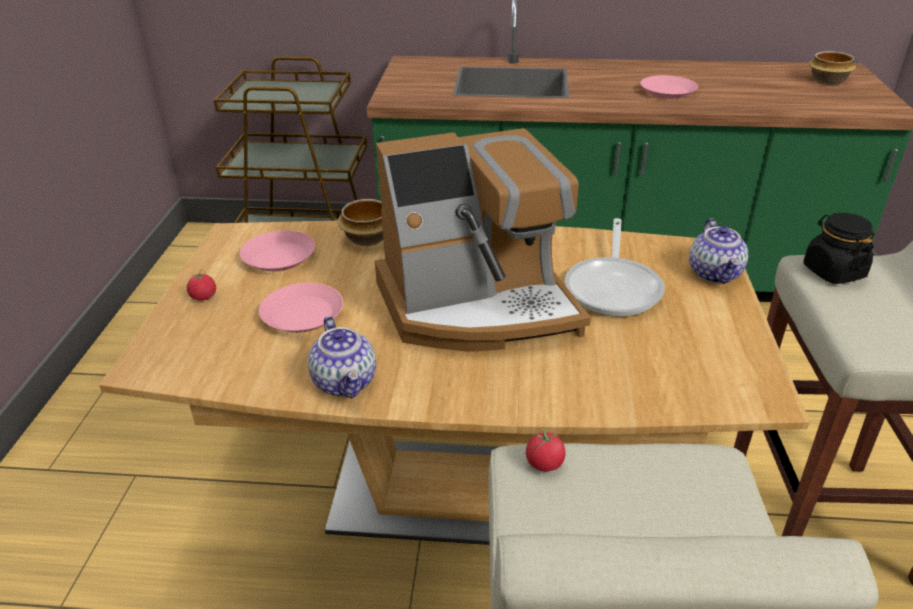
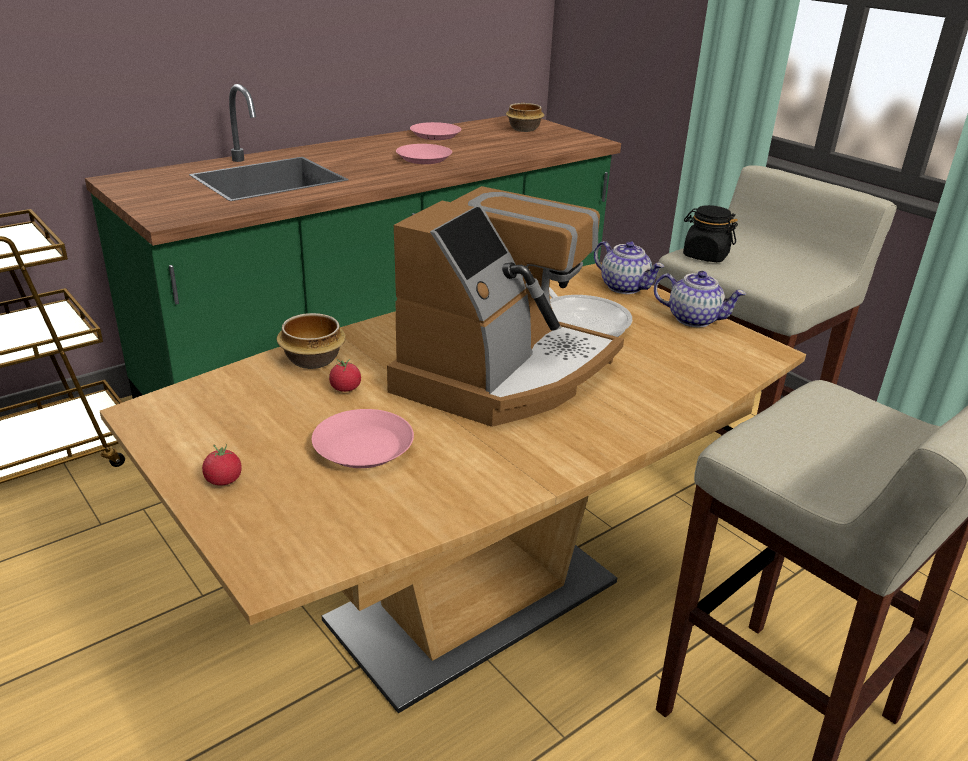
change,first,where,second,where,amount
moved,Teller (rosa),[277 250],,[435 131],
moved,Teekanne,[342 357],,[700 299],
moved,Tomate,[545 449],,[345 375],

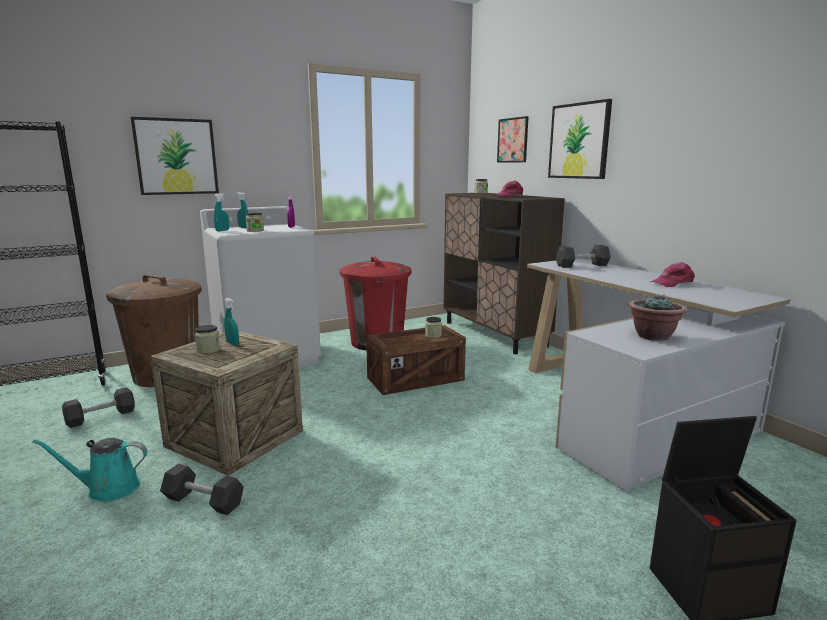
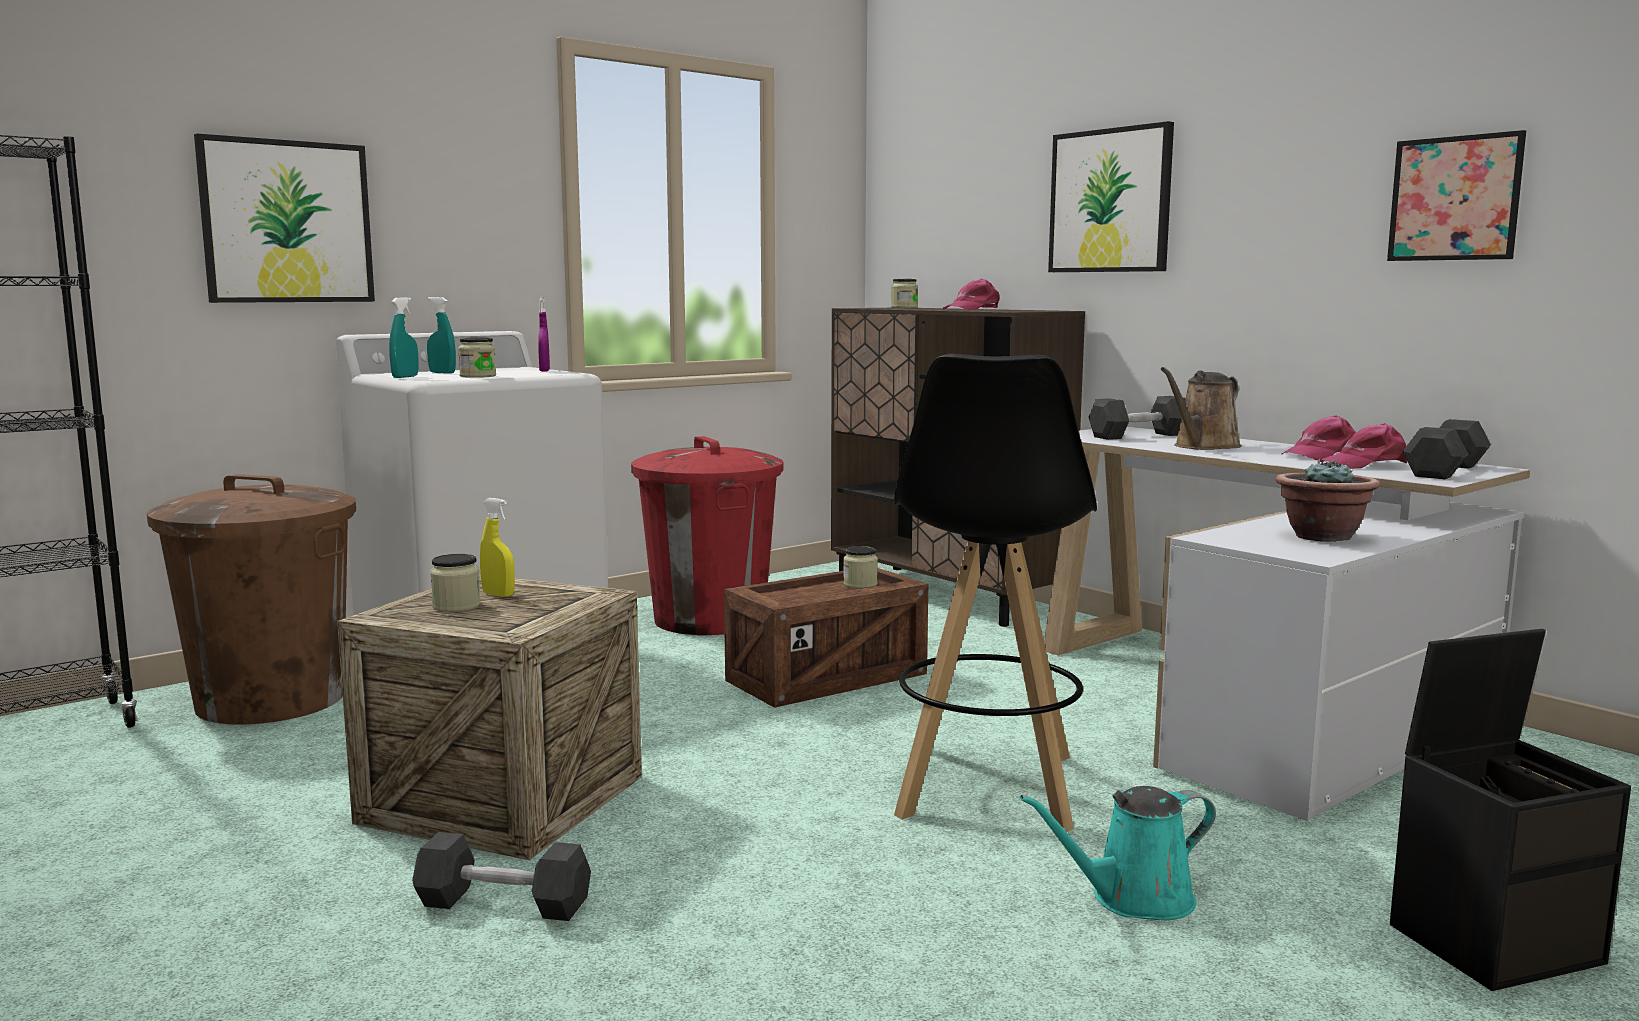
change,first,where,second,where,amount
moved,Bild,[513 139],,[1456 195],
recoloured,Sprühflasche (türkis),[231 321],Sprühflasche (gelb),[497 547],
moved,Hantel (schwarz),[98 407],,[1446 449],
moved,Gießkanne (türkis),[90 470],,[1118 853],
added,,,Hocker (schwarz),[995 592],
added,,,Gießkanne (braun),[1201 408],
added,,,Kappe (rosa),[1363 446],

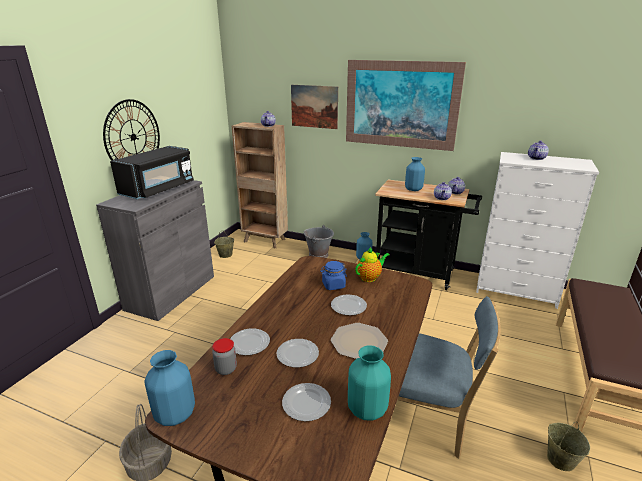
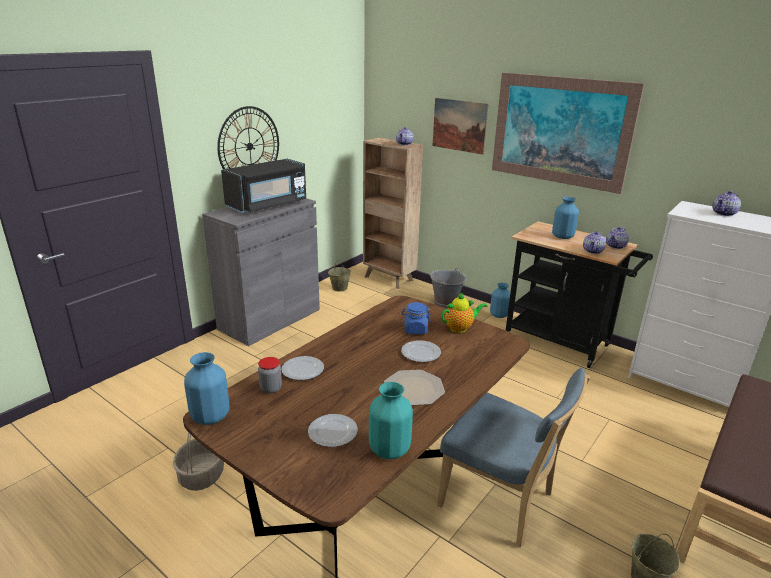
change,first,where,second,where,amount
removed,Teller,[297 353],,,

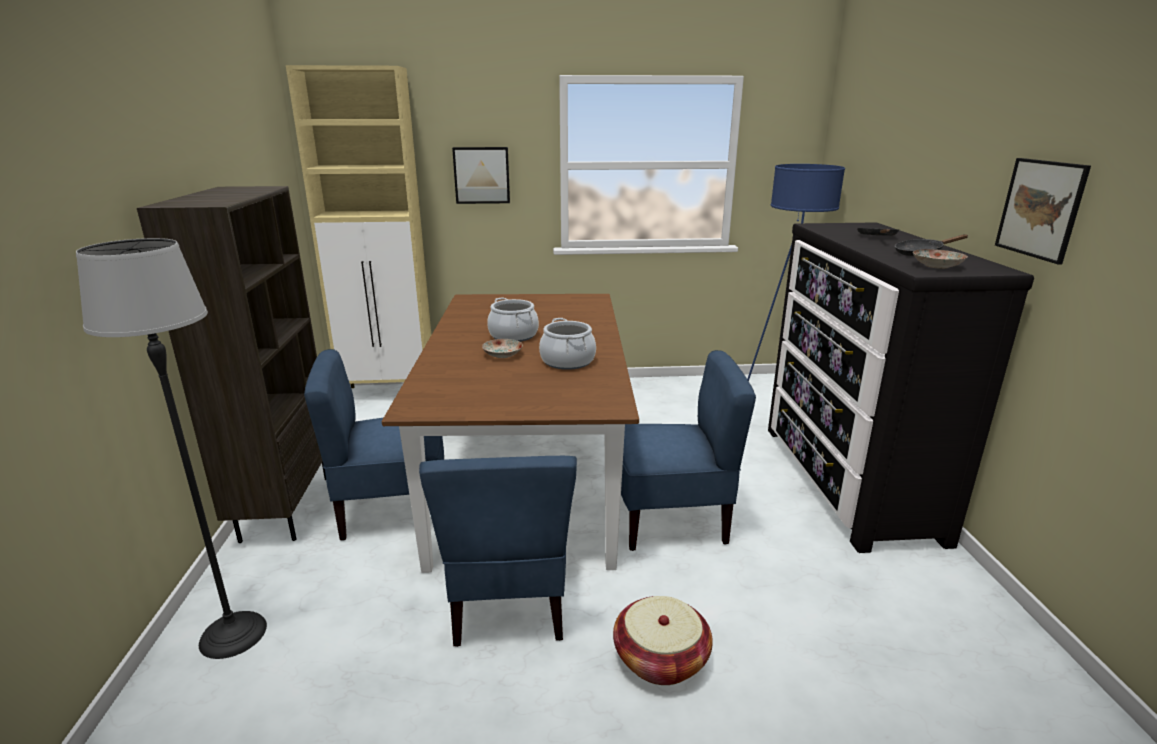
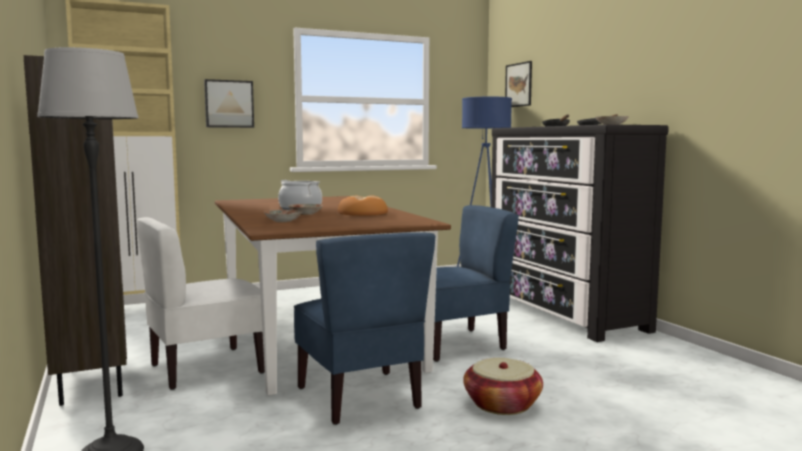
change,first,where,second,where,amount
moved,Bild,[1043 211],,[518 84],
replaced,Kochtopf,[567 344],Brot,[363 205],
recoloured,Stuhl (blau),[374 445],Stuhl (weiß),[200 303],
added,,,Teller,[283 216],

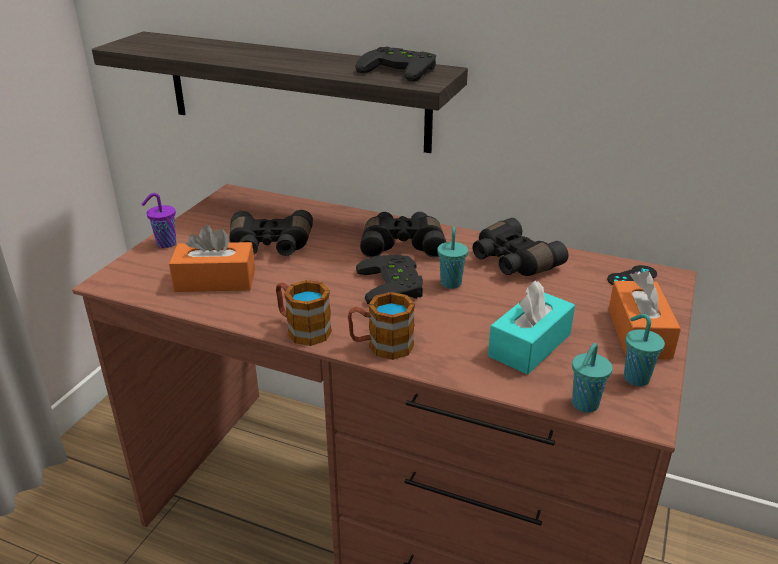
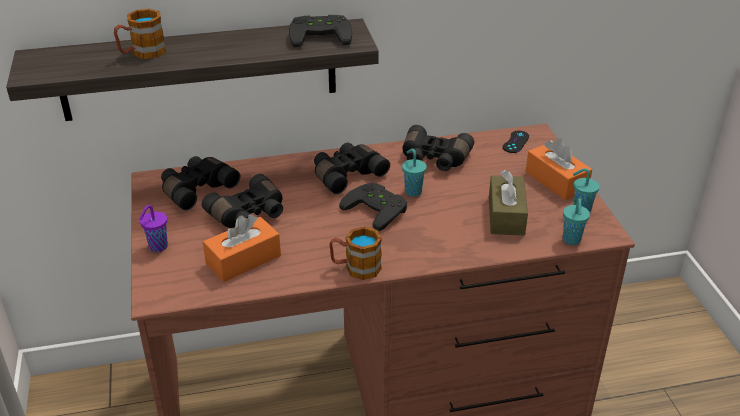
change,first,where,second,where,amount
recoloured,Taschentuchbox (türkis),[531 328],Taschentuchbox (braun),[508 203],
moved,Henkelbecher,[381 326],,[140 34],
added,,,Fernglas (schwarz),[200 183],

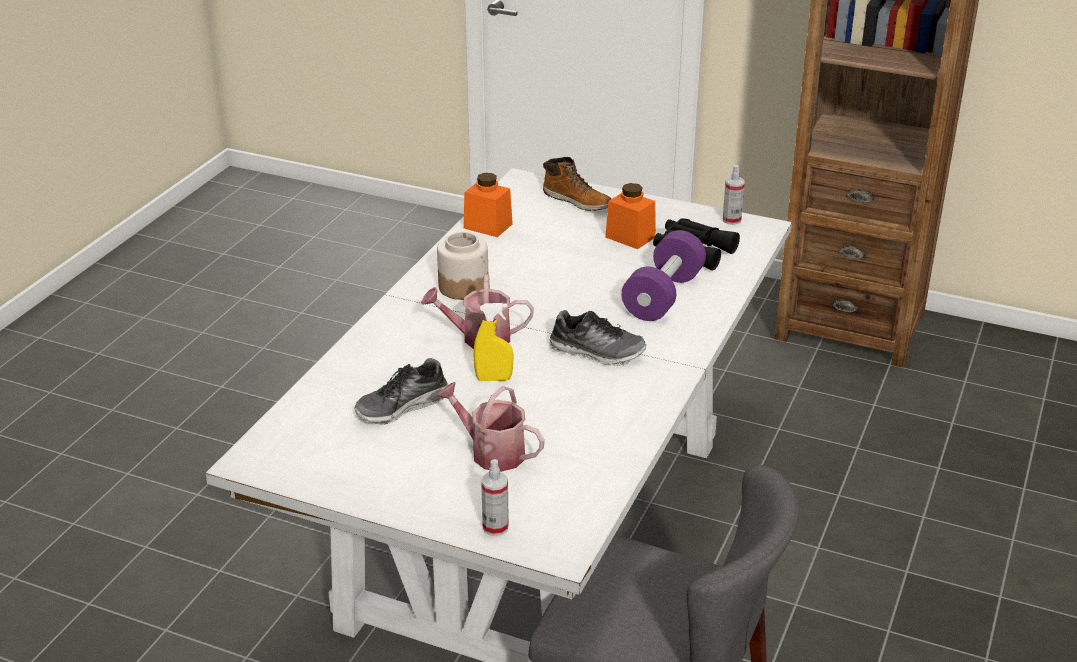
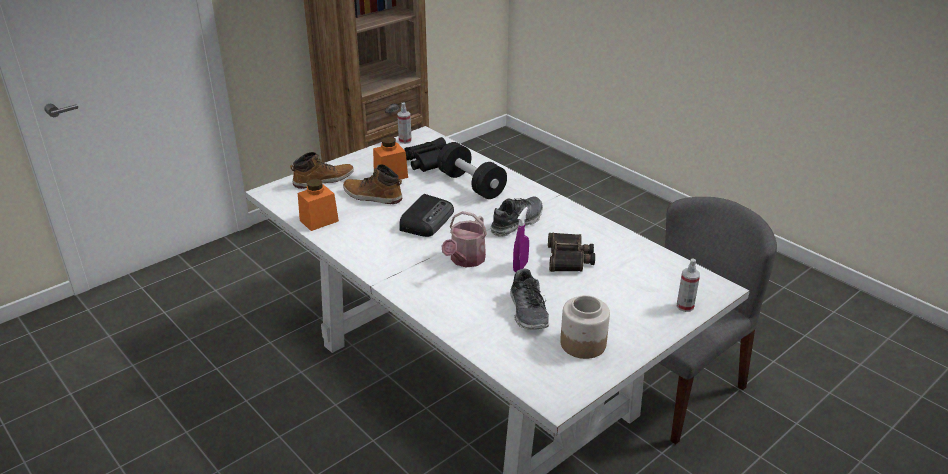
change,first,where,second,where,amount
recoloured,Hantel (lila),[663 275],Hantel (schwarz),[472 170],
moved,Vorratsglas,[462 266],,[585 327],
recoloured,Sprühflasche (gelb),[493 342],Sprühflasche (lila),[521 239],
removed,Gießkanne,[490 427],,,
added,,,Stiefel,[373 184],
added,,,Radio,[426 215],
added,,,Fernglas,[571 252],

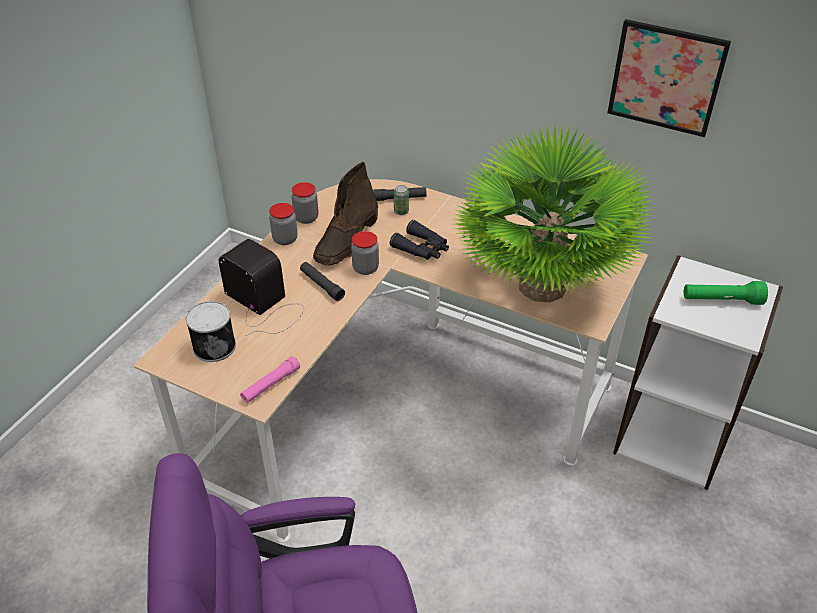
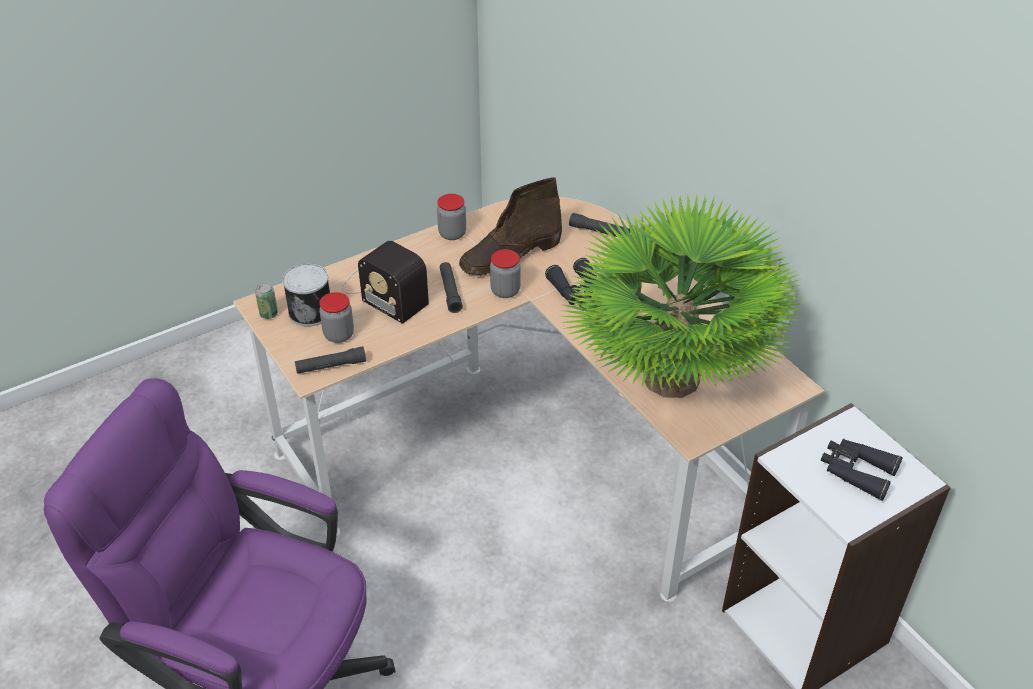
change,first,where,second,where,amount
removed,Bild,[669 78],,,
moved,Vorratsglas,[305 203],,[336 317],
moved,Dose,[401 200],,[266 301],
turned,Radio,[261 287],,[385 282],150 degrees clockwise
replaced,Taschenlampe (grün),[726 293],Fernglas (schwarz),[862 469],
recoloured,Taschenlampe (rosa),[270 379],Taschenlampe (schwarz),[330 360],

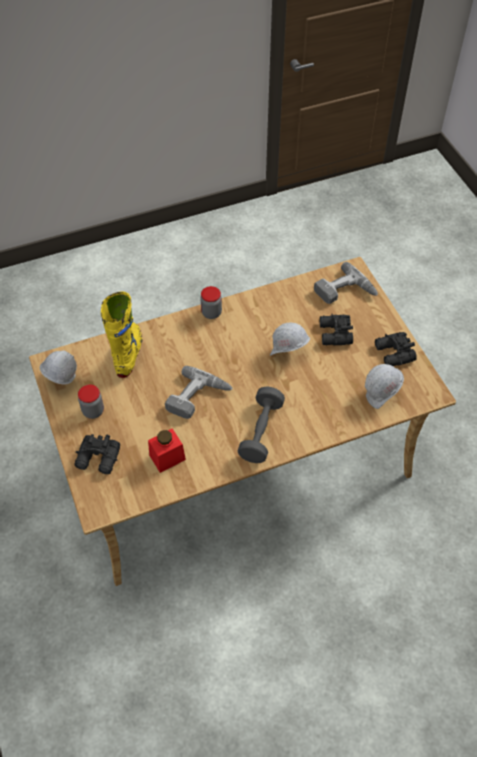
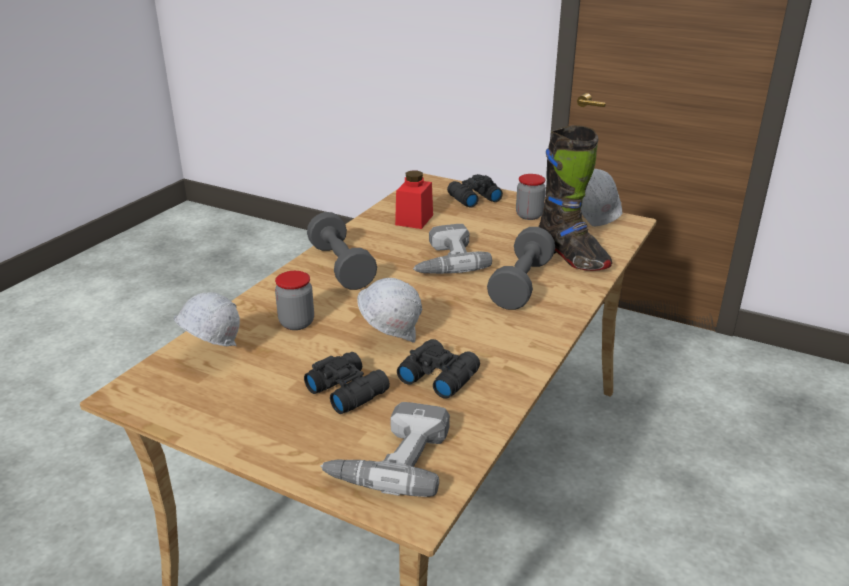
change,first,where,second,where,amount
moved,Vorratsglas,[211 302],,[294 300],
recoloured,Stiefel (gelb),[121 334],Stiefel (schwarz),[575 198],
moved,Fernglas (schwarz),[396 349],,[438 369],
added,,,Hantel (grau),[521 268],

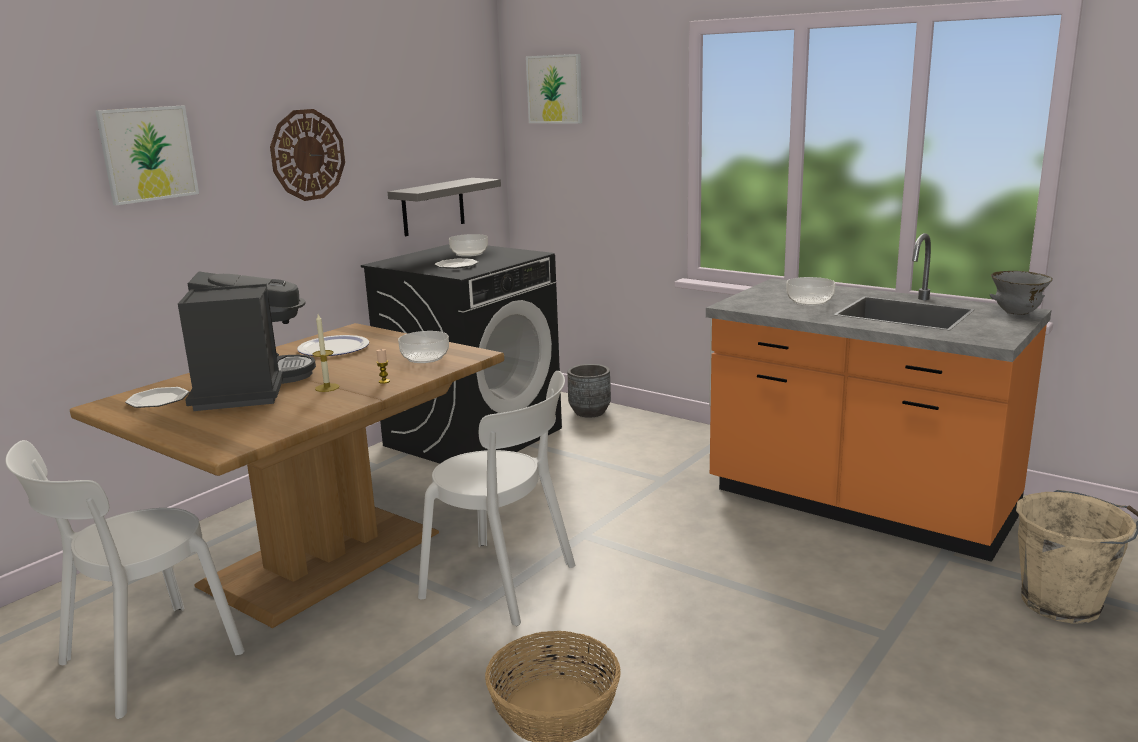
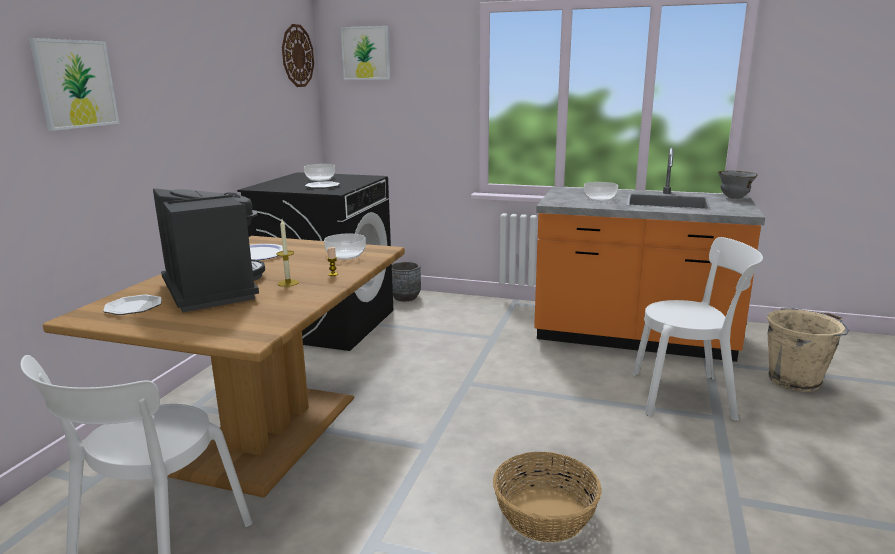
change,first,where,second,where,amount
moved,Wanduhr,[307 155],,[298 55],
removed,Wandregal (grau),[444 207],,,
moved,Stuhl (weiß),[496 498],,[697 329],

